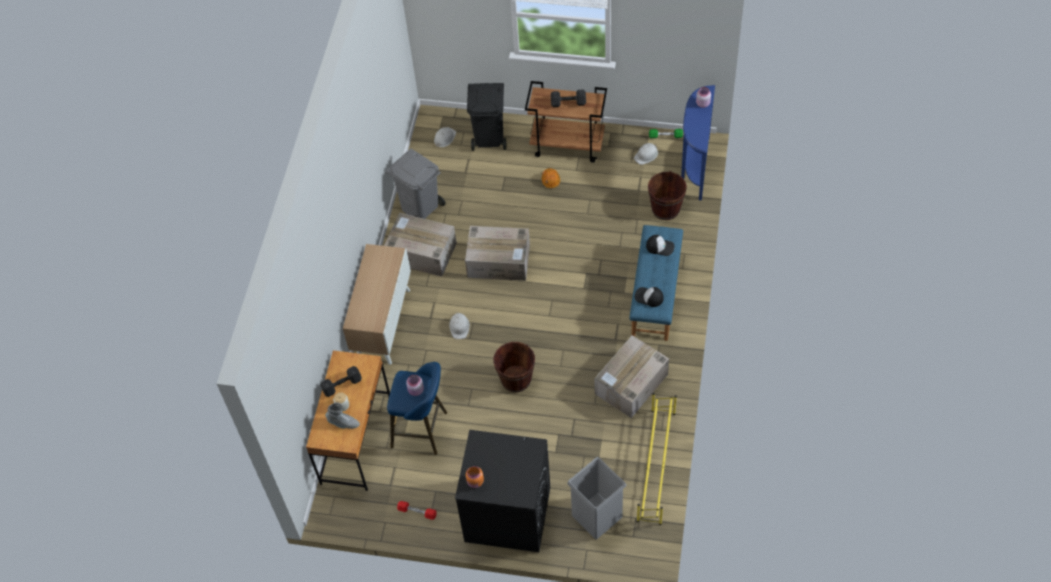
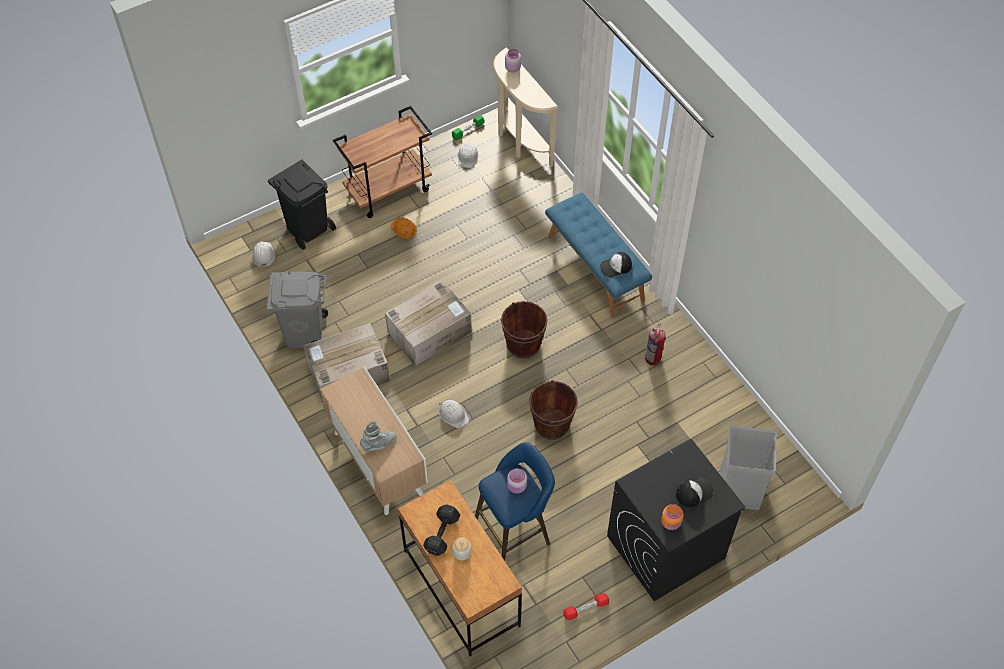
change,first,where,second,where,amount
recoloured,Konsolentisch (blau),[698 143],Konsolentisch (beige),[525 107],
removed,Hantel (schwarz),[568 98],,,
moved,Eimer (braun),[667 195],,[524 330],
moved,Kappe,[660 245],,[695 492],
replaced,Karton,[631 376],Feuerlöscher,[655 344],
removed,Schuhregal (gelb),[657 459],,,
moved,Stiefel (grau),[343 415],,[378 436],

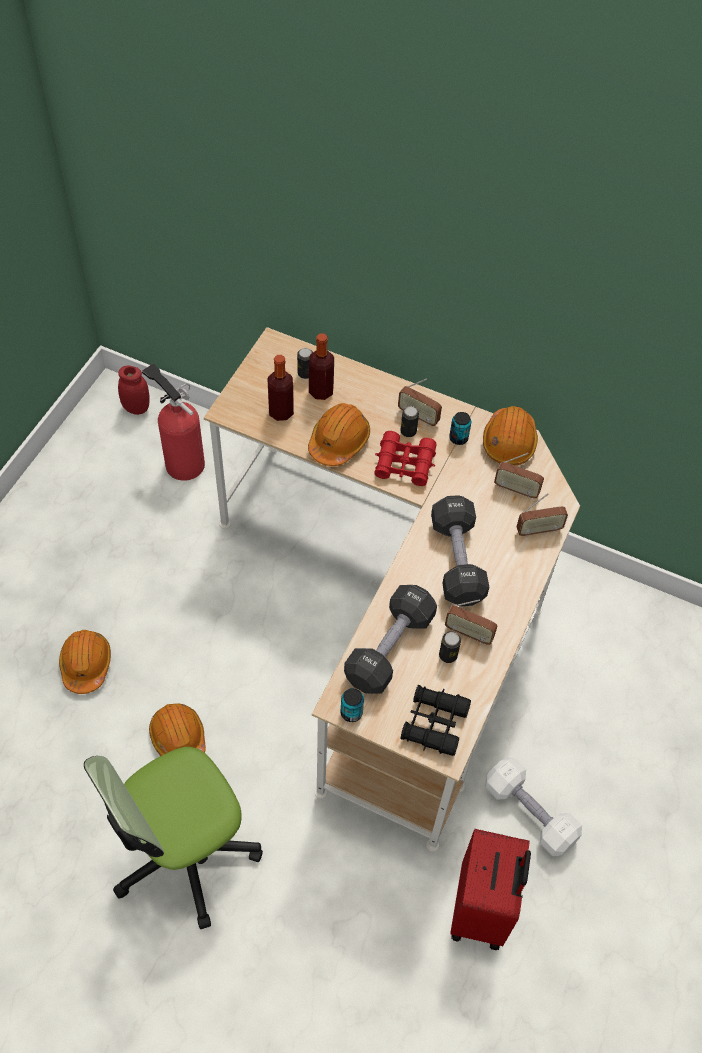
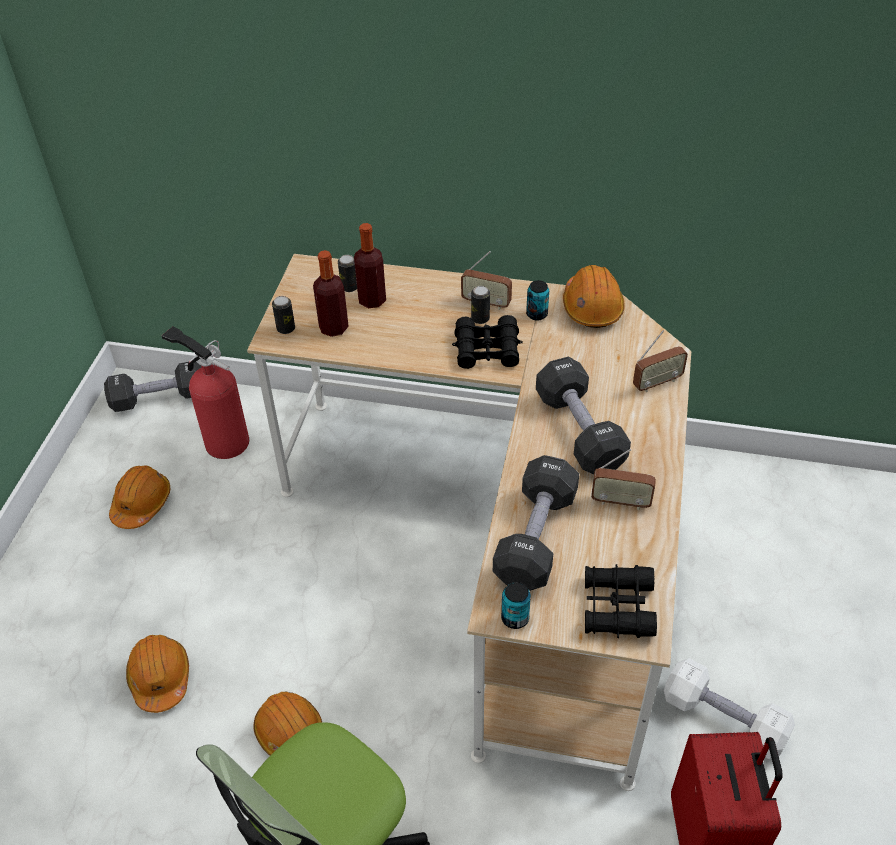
change,first,where,second,where,amount
replaced,Vorratsglas (rot),[134 390],Hantel (schwarz),[152 387],
moved,Schutzhelm (orange),[339 434],,[139 497],
recoloured,Fernglas (rot),[405 458],Fernglas (schwarz),[487 342],
removed,Radio,[519 476],,,
moved,Dose,[450 647],,[283 315],

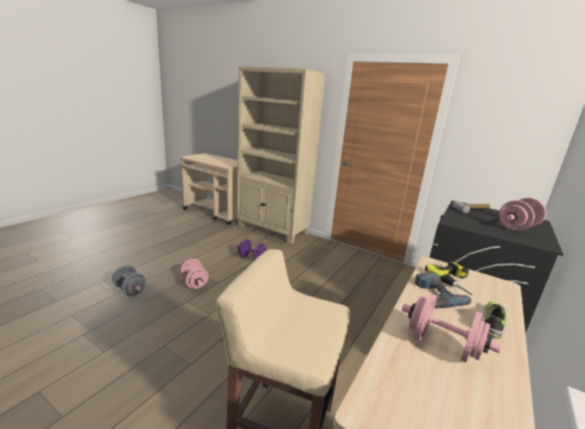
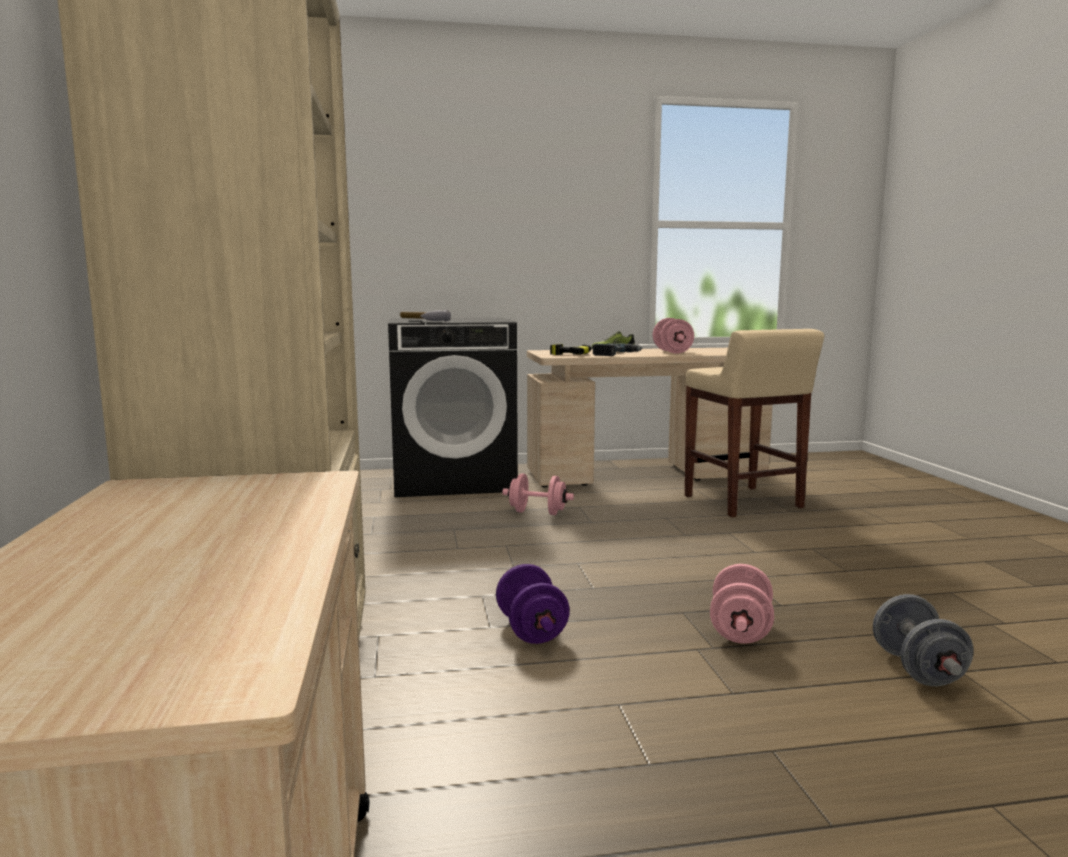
change,first,where,second,where,amount
moved,Hantel (rosa),[522 214],,[538 494],

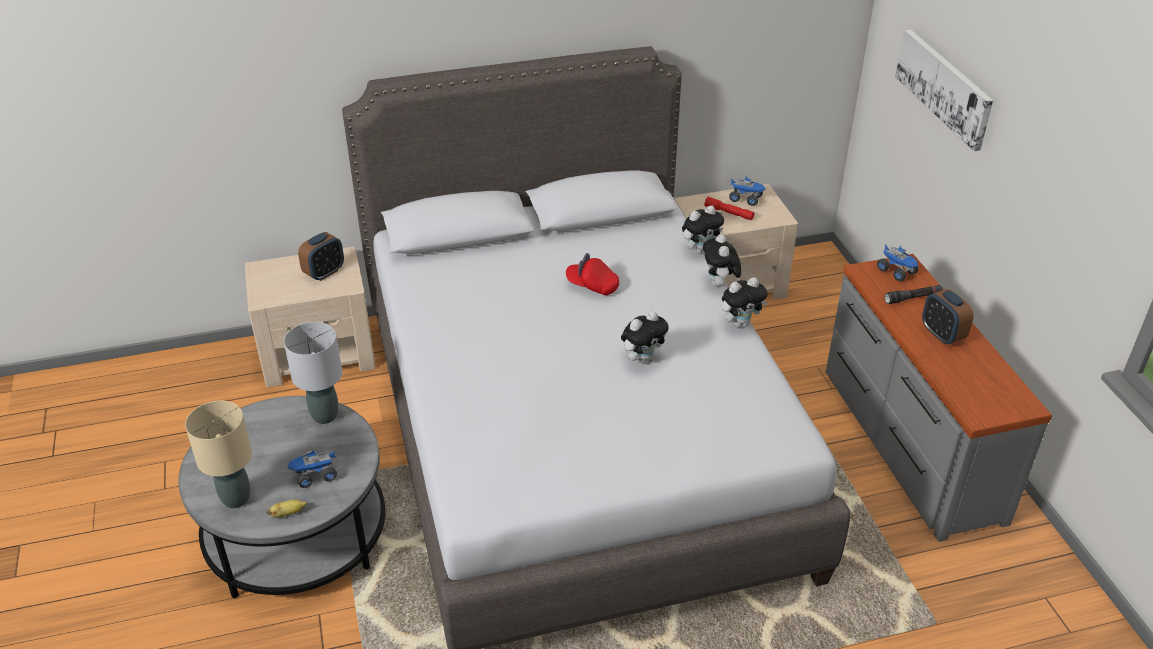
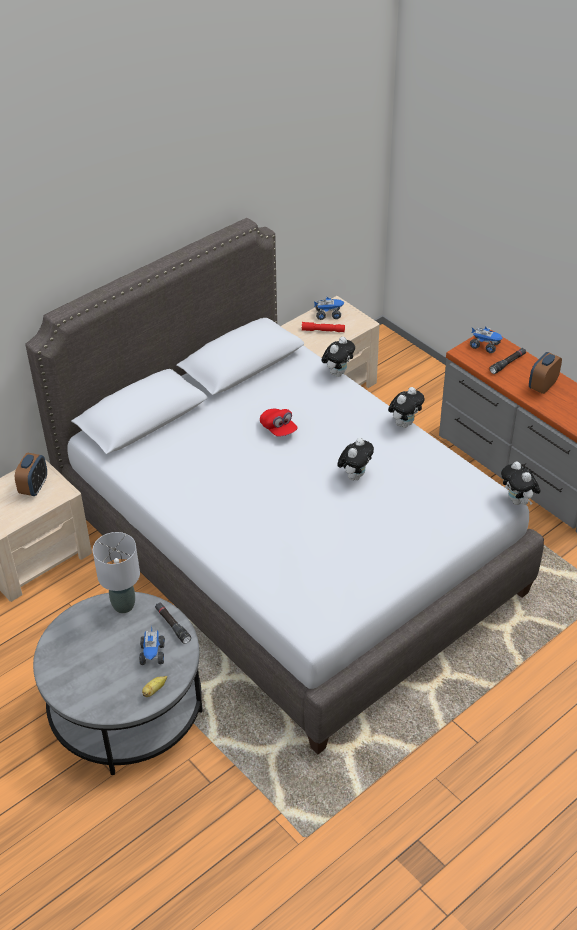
change,first,where,second,where,amount
removed,Bild,[944 90],,,
moved,Plüschtier,[722 260],,[521 483],
turned,Kappe (rot),[592 274],,[279 423],120 degrees counterclockwise
turned,Wecker,[947 317],,[545 373],90 degrees clockwise
removed,Tischlampe (beige),[218 454],,,
turned,Spielzeuglaster,[312 469],,[152 645],45 degrees counterclockwise
added,,,Taschenlampe (schwarz),[173 623],

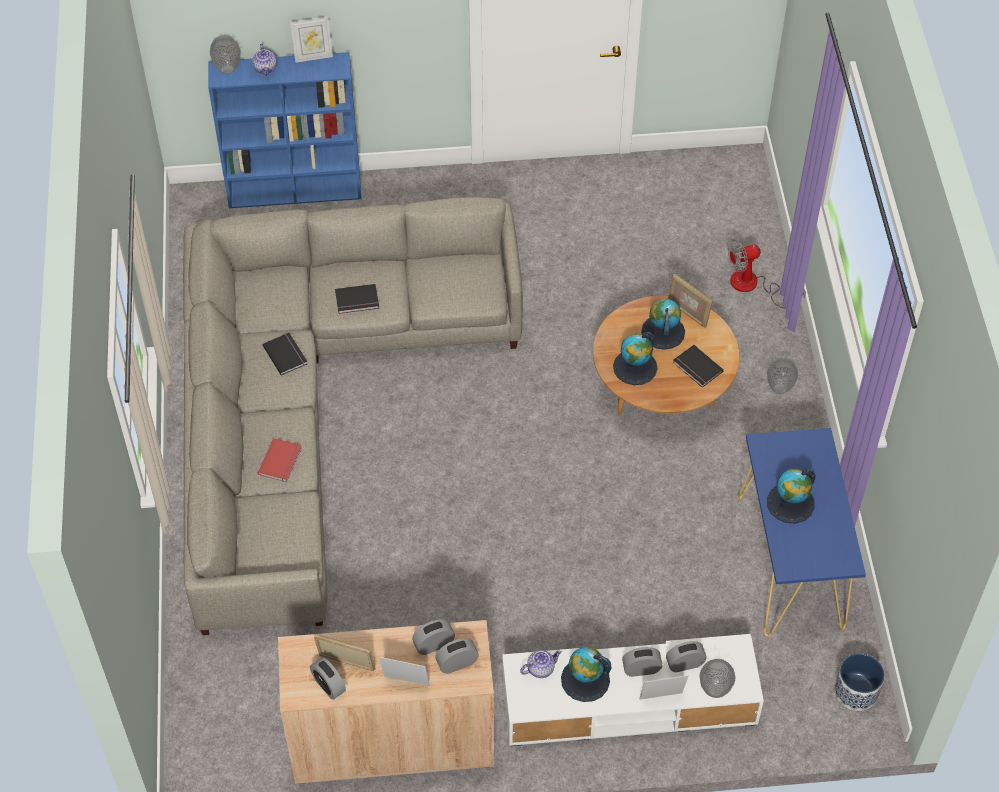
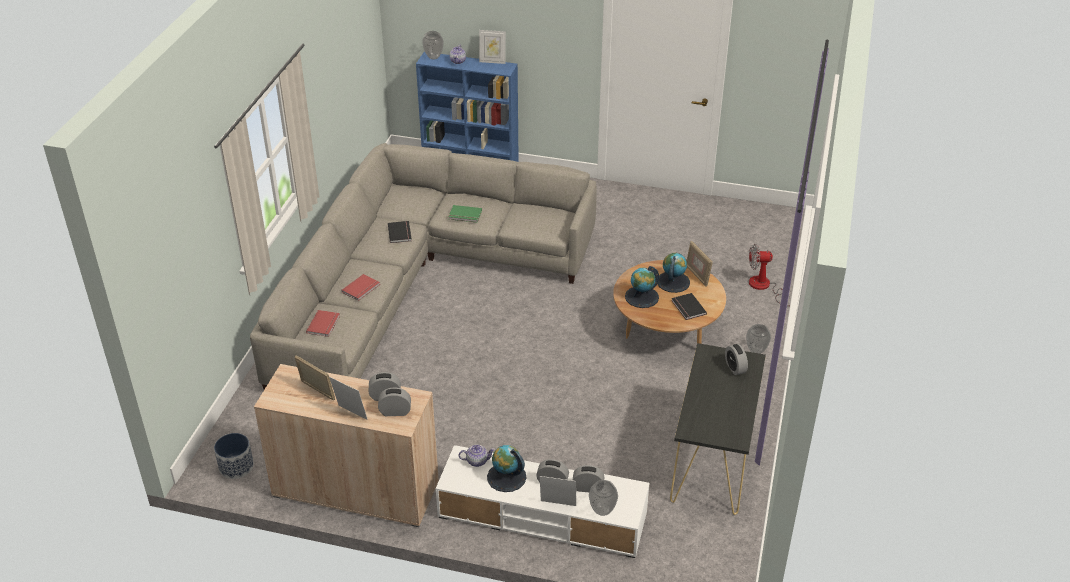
change,first,where,second,where,amount
recoloured,Buch (schwarz),[357 299],Buch (grün),[465 214],
recoloured,Konsolentisch (blau),[802 532],Konsolentisch (schwarz),[718 429],
removed,Globus,[791 496],,,
moved,Pflanzkübel,[859 682],,[234 456],
moved,Wecker,[328 678],,[736 359],
added,,,Buch (rot),[323 323],

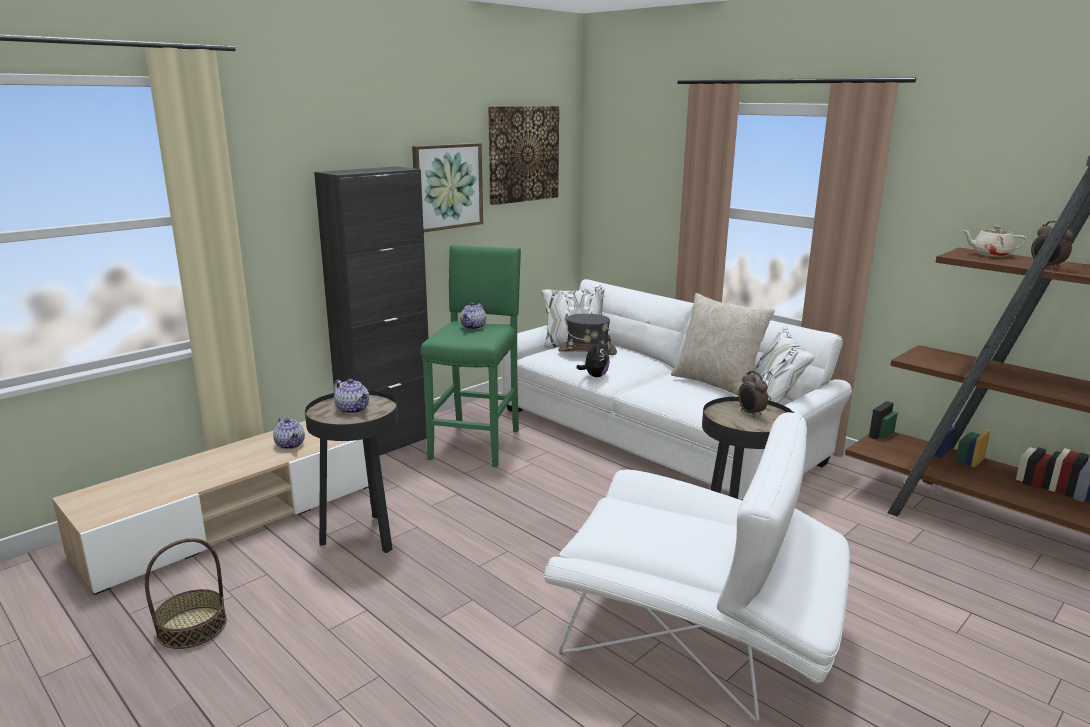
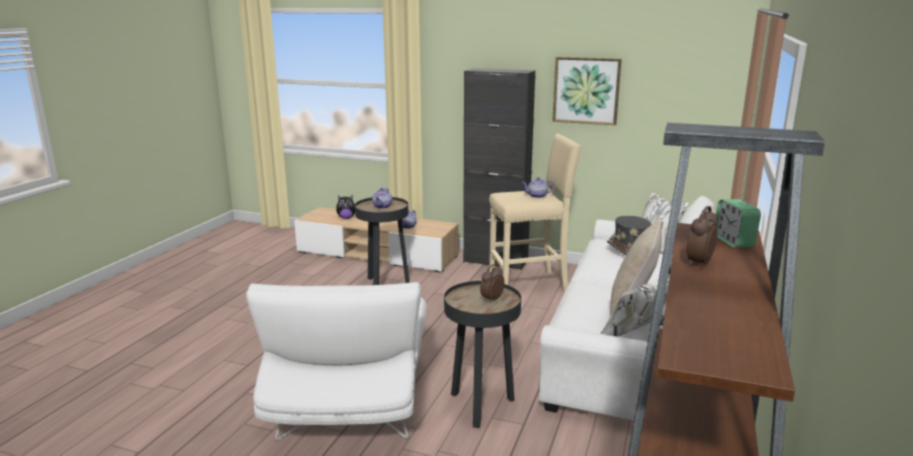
change,first,where,second,where,amount
removed,Bild,[523 155],,,
replaced,Teekanne (beige),[994 241],Wecker,[738 223],
recoloured,Hocker (grün),[471 356],Hocker (beige),[535 212],
moved,Plüschtier,[593 358],,[345 207],
removed,Korb,[186 593],,,

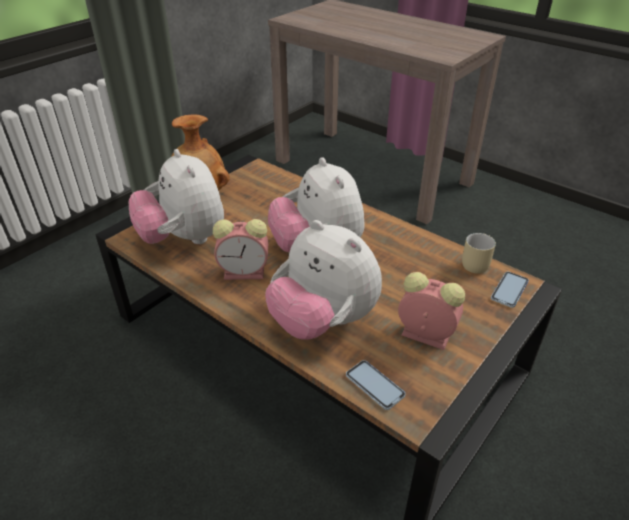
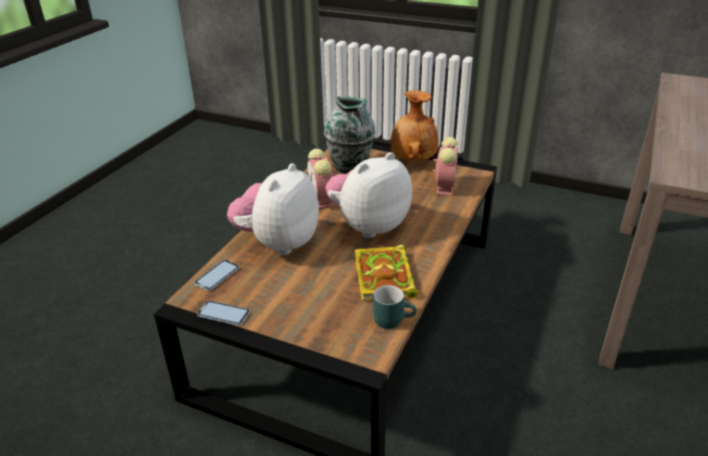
change,first,where,second,where,amount
replaced,Plüschtier,[176 196],Vase,[349 135],
recoloured,Henkelbecher (beige),[479 253],Henkelbecher (türkis),[394 307],
moved,Wecker,[431 311],,[445 166],
moved,Handy,[510 290],,[223 313],
added,,,Buch,[386 272],

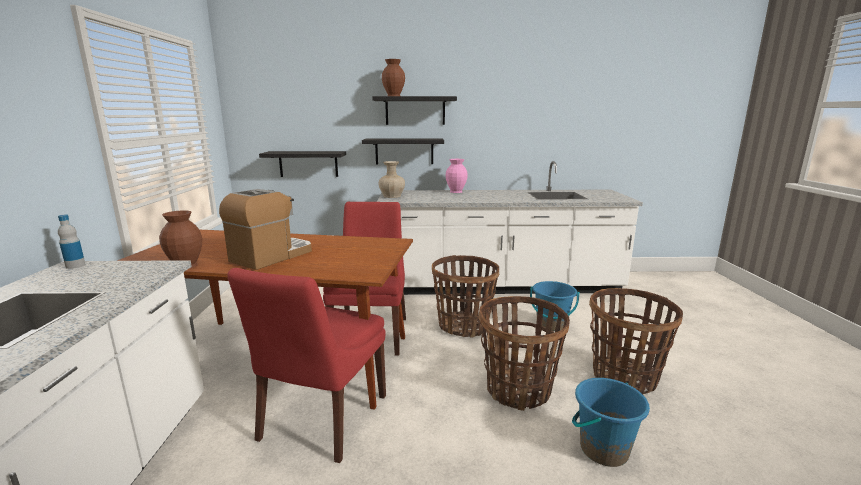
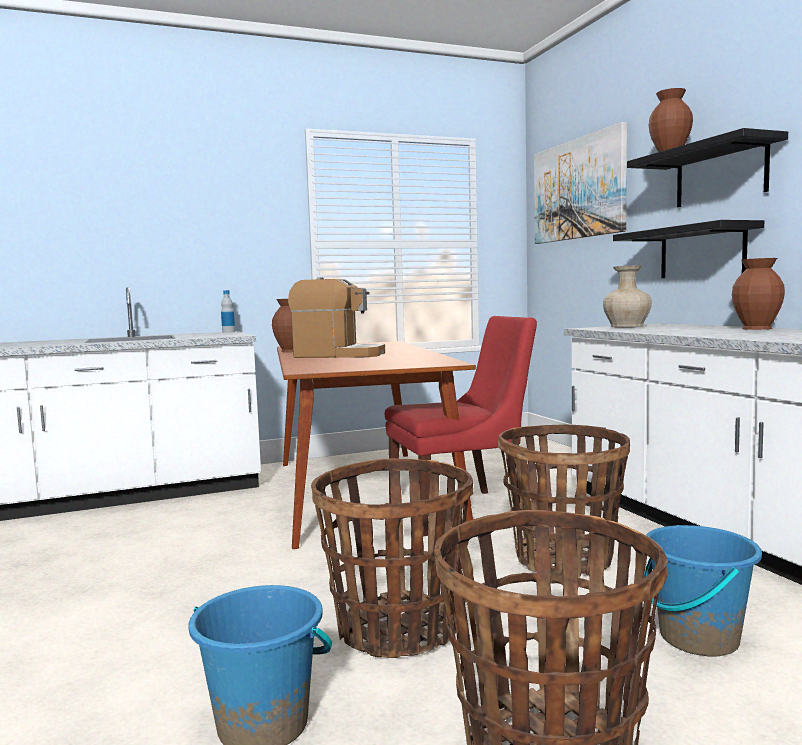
change,first,where,second,where,amount
removed,Wandregal (schwarz),[302 164],,,
recoloured,Vase (rosa),[457 176],Vase (braun),[758 294],
removed,Stuhl (rot),[306 365],,,
added,,,Bild,[580 183],

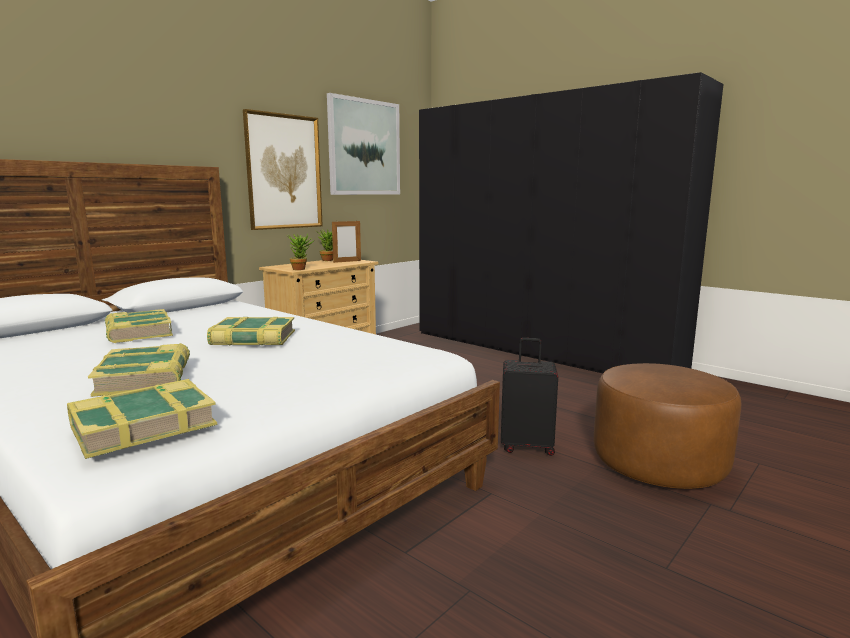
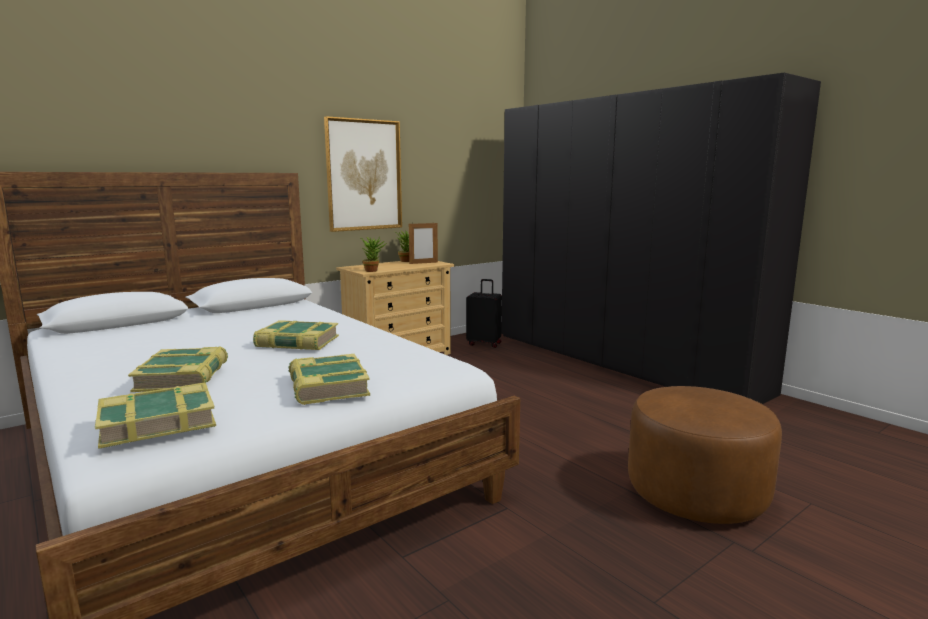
change,first,where,second,where,amount
removed,Bild,[363 144],,,
moved,Buch,[139 326],,[329 379],
moved,Koffer (schwarz),[529 397],,[484 313],

